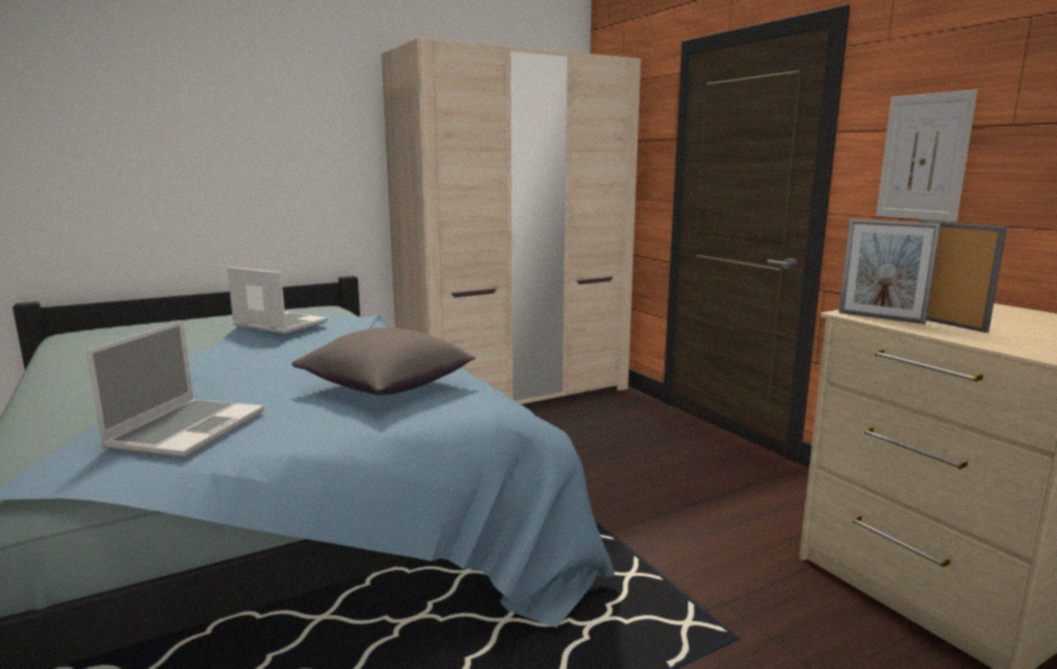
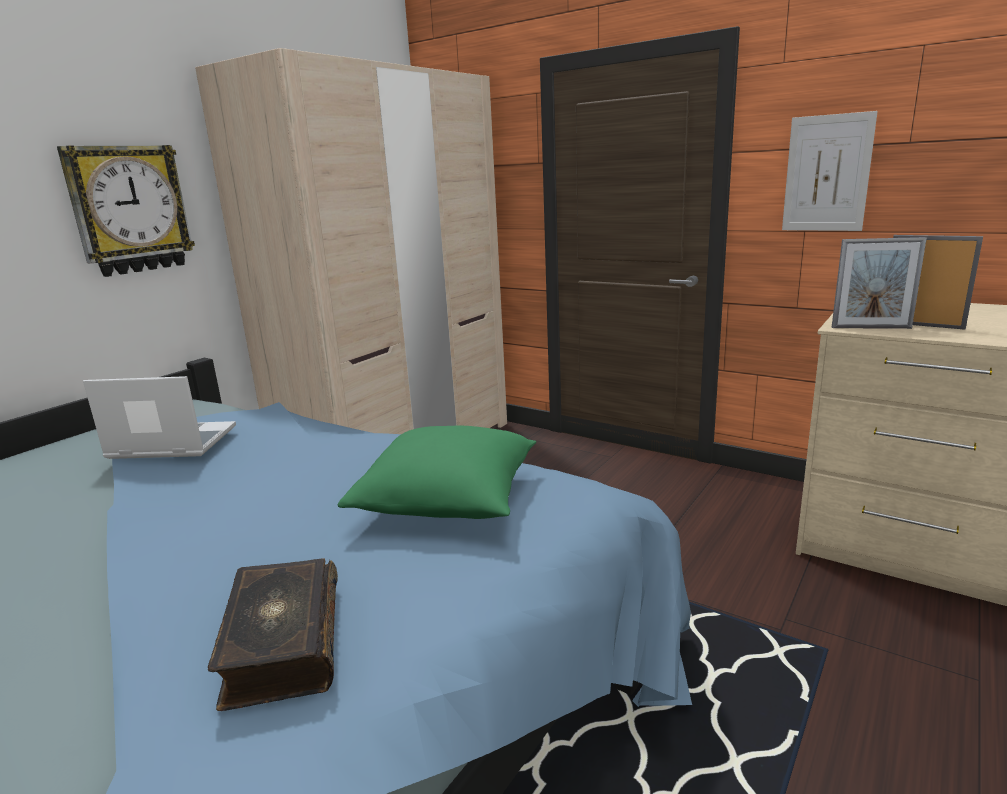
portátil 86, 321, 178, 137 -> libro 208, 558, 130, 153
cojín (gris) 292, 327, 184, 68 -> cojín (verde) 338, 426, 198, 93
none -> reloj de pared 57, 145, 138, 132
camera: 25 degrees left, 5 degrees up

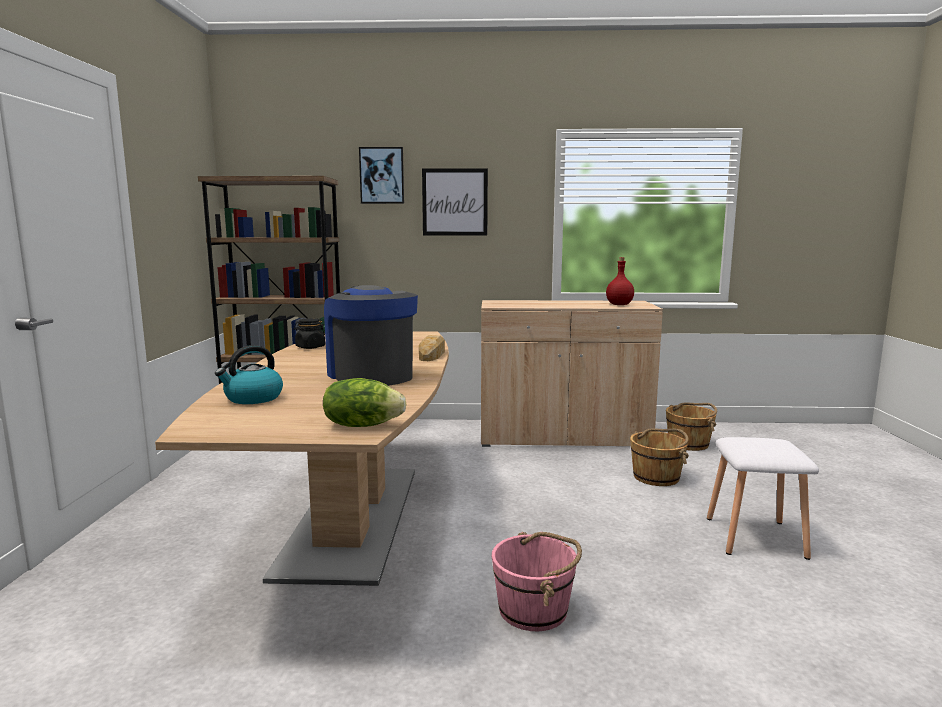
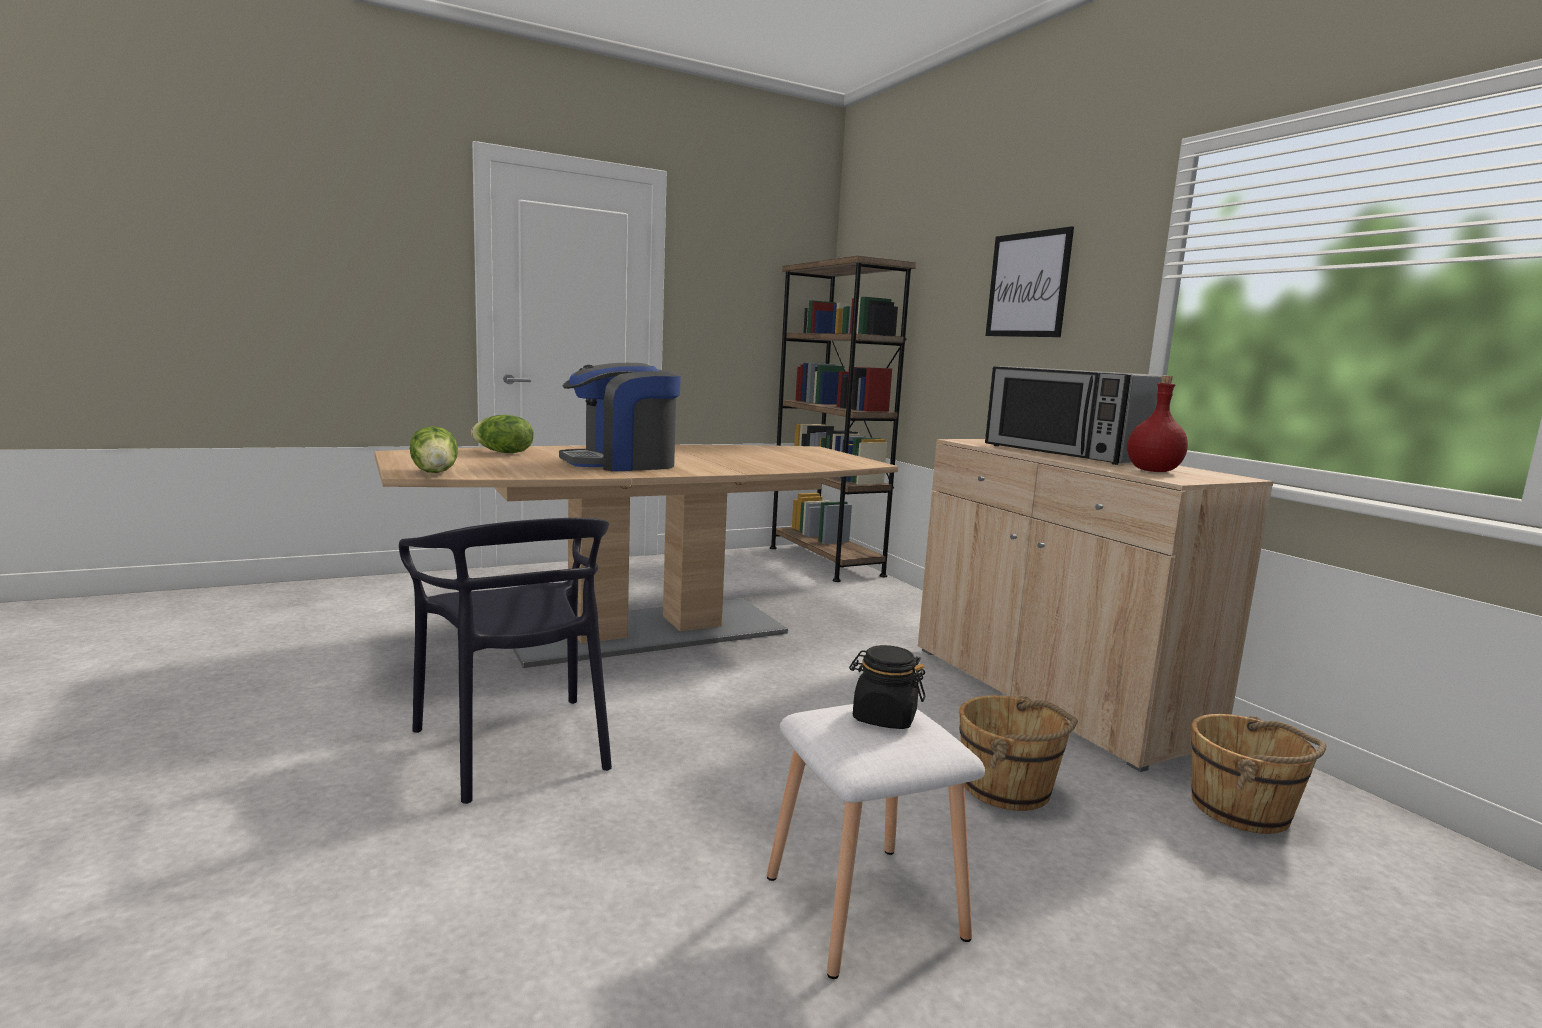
hervidor 215, 345, 68, 59 -> lechuga 471, 415, 63, 38
tarro (negro) 294, 318, 31, 31 -> tarro (negro) 849, 645, 76, 84, moved
cafetera 324, 285, 94, 101 -> cafetera 559, 363, 122, 108, 150 degrees counterclockwise
cuadro 359, 147, 45, 57 -> none
pan 419, 335, 26, 26 -> none
cubo (rosa) 492, 532, 90, 99 -> silla (negro) 399, 518, 213, 286
none -> microondas 985, 366, 183, 99
camera: 60 degrees right, 0 degrees up

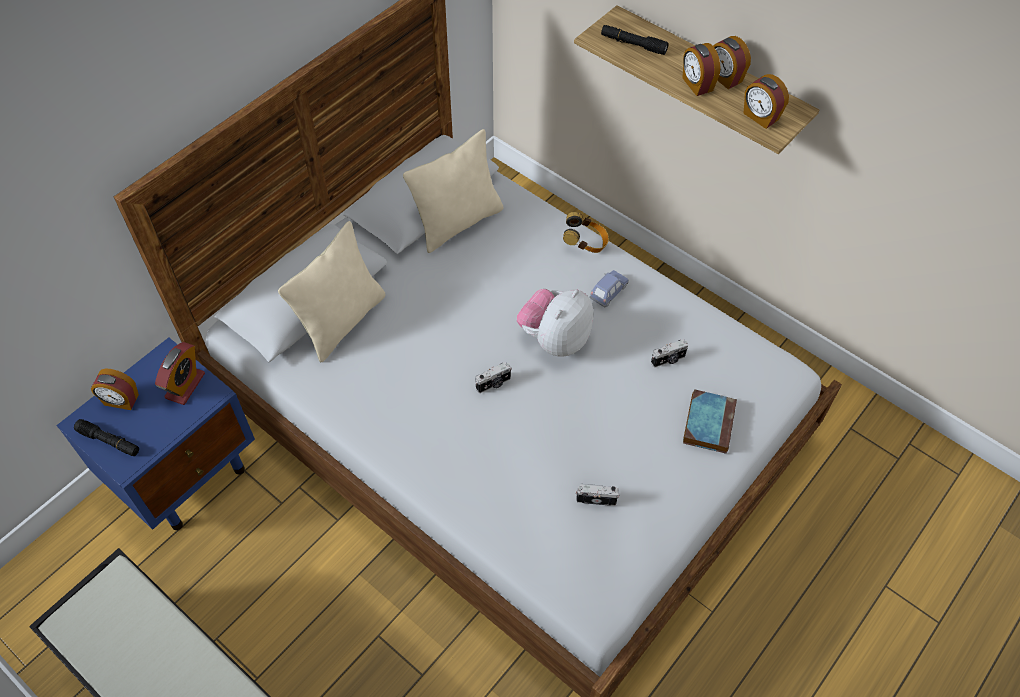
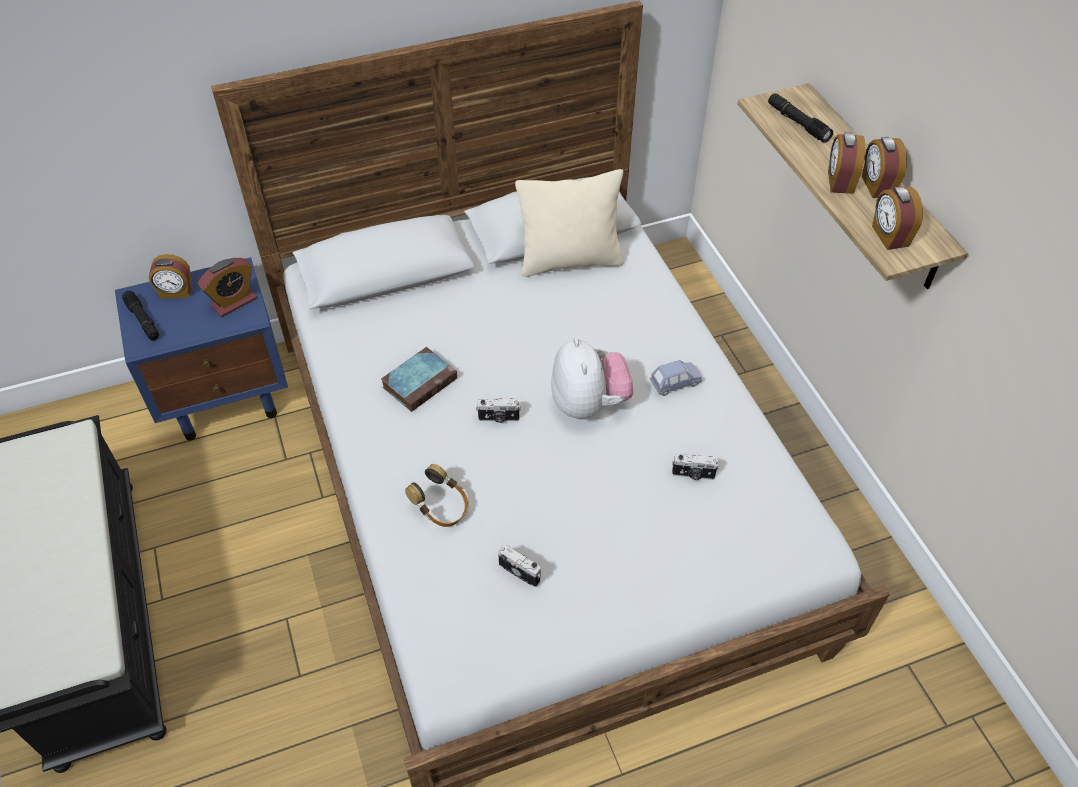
despertador 91, 369, 48, 41 -> despertador 149, 254, 43, 45, 45 degrees counterclockwise
cojín (beis) 278, 221, 108, 142 -> none
peluche 517, 289, 76, 68 -> peluche 551, 338, 82, 81, 105 degrees clockwise
auriculares 563, 212, 46, 41 -> auriculares 405, 464, 64, 63, moved
libro 683, 389, 54, 65 -> libro 381, 347, 76, 65, moved
camera: 30 degrees right, 5 degrees down

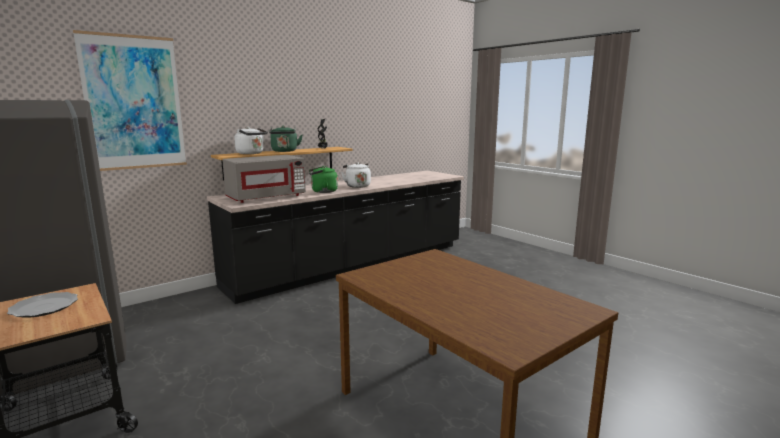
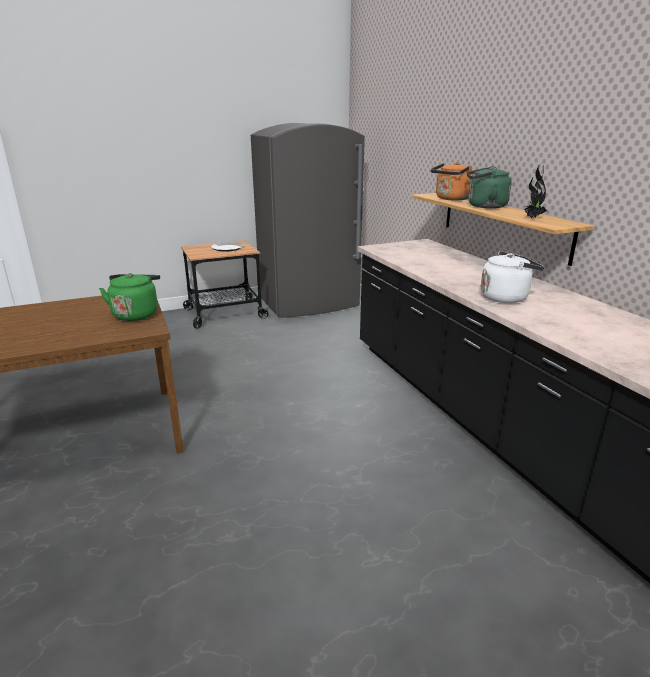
cuadro 73, 30, 114, 141 -> none
microondas (gris) 222, 155, 84, 48 -> none
hervidor (blanco) 234, 127, 34, 27 -> hervidor (naranja) 431, 162, 43, 39
hervidor (verde) 309, 166, 29, 27 -> hervidor (verde) 99, 273, 61, 48, moved
camera: 105 degrees right, 10 degrees up

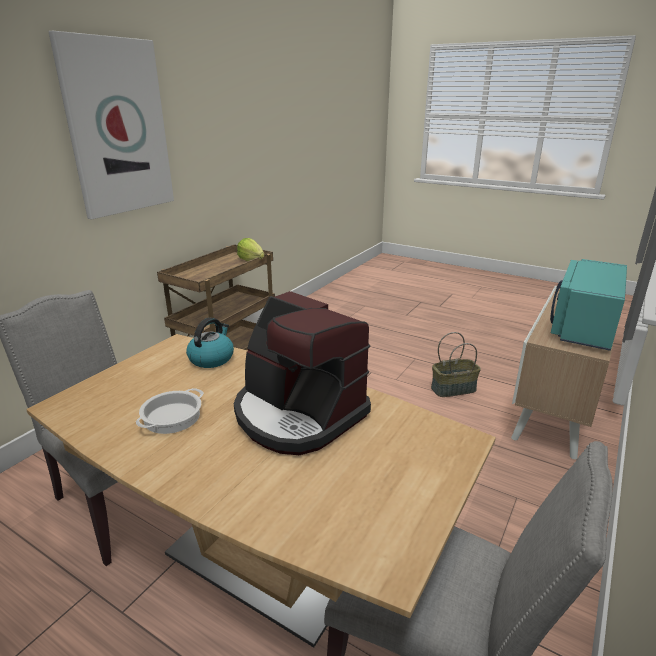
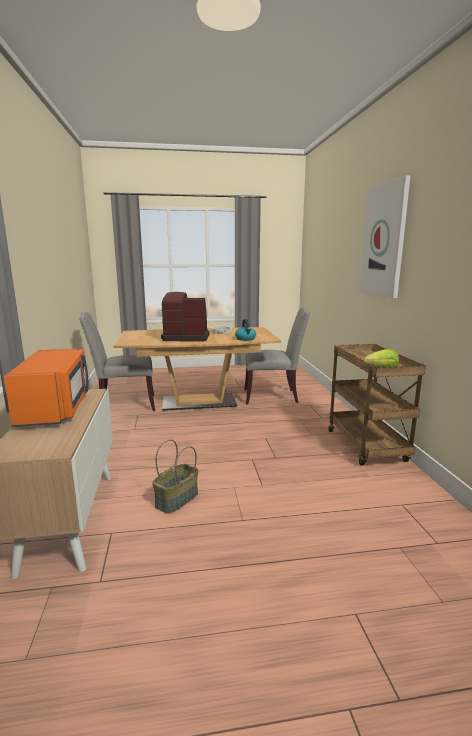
microondas (turquesa) 550, 259, 77, 92 -> microondas (naranja) 4, 348, 84, 79
camera: 140 degrees right, 10 degrees down

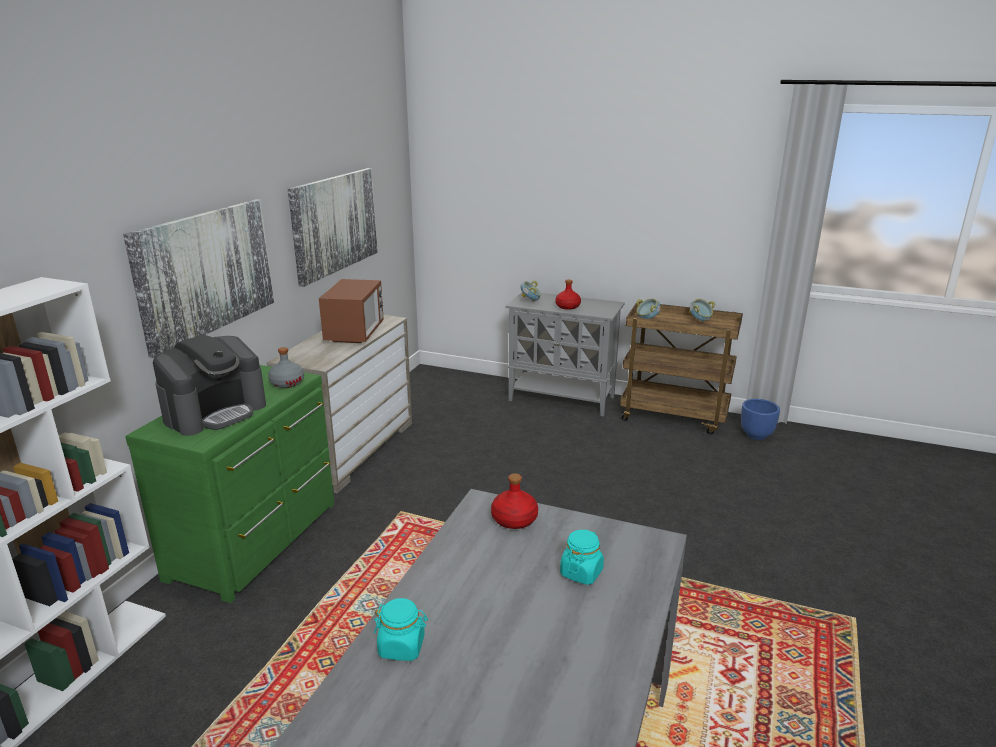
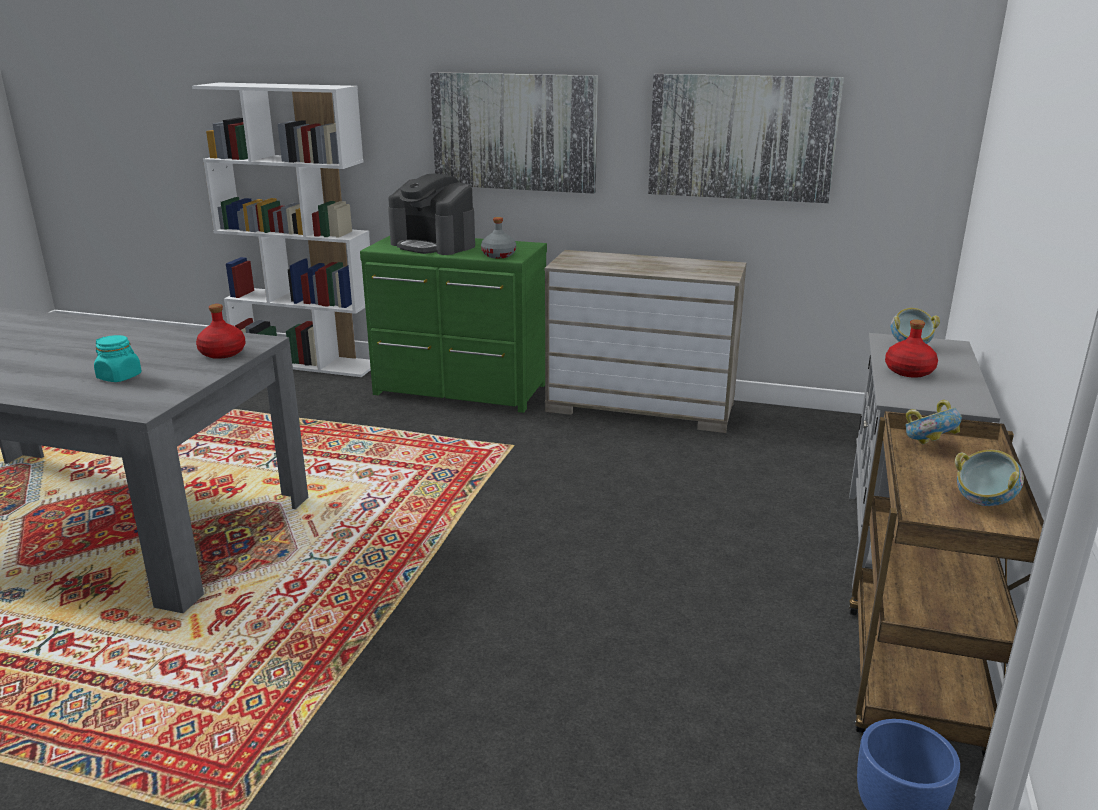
microondas 319, 279, 65, 64 -> none
tarro (turquesa) 374, 598, 54, 63 -> none
camera: 85 degrees right, 0 degrees up

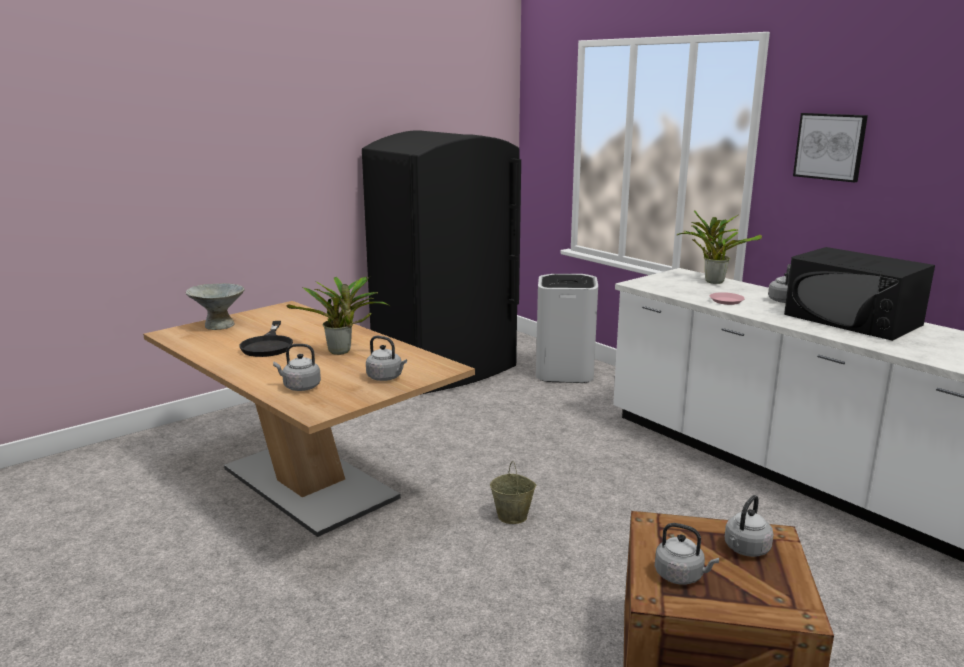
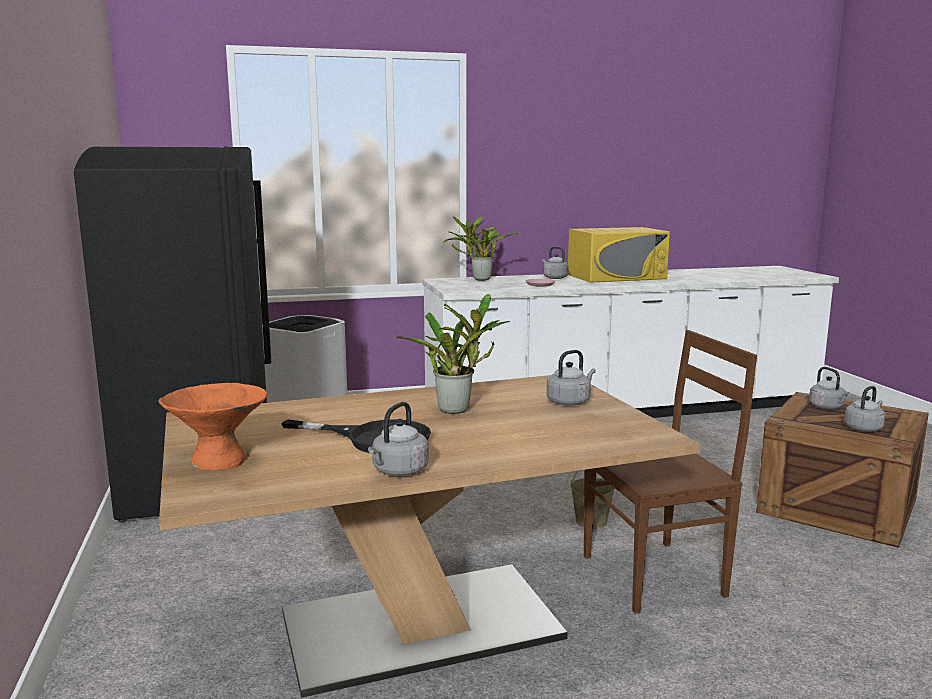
cuenco (gris) 186, 283, 58, 47 -> cuenco (naranja) 158, 383, 109, 87
hervidor (gris) 273, 344, 48, 47 -> hervidor (gris) 368, 402, 61, 74, moved
microondas (negro) 784, 247, 151, 94 -> microondas (amarillo) 568, 227, 102, 56
cuadro 793, 113, 75, 70 -> none
none -> silla (marrón) 584, 330, 173, 284
camera: 65 degrees left, 5 degrees down

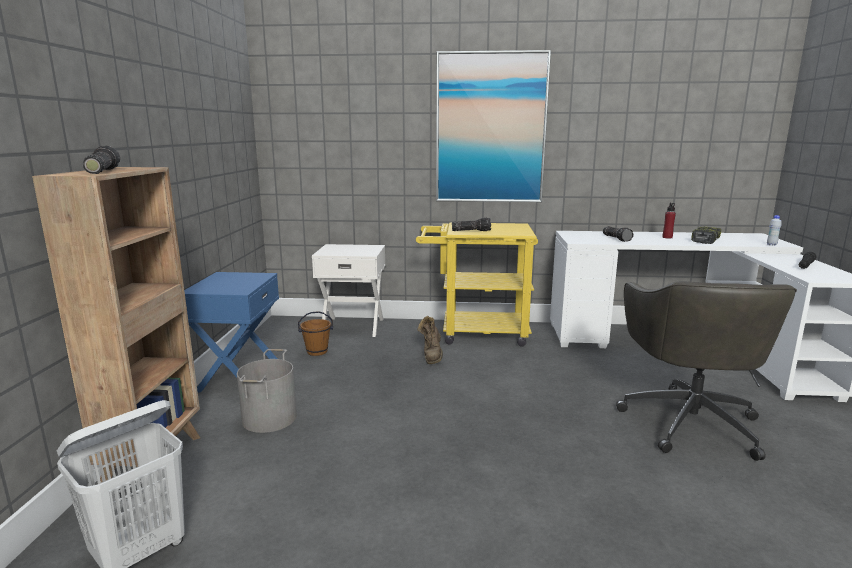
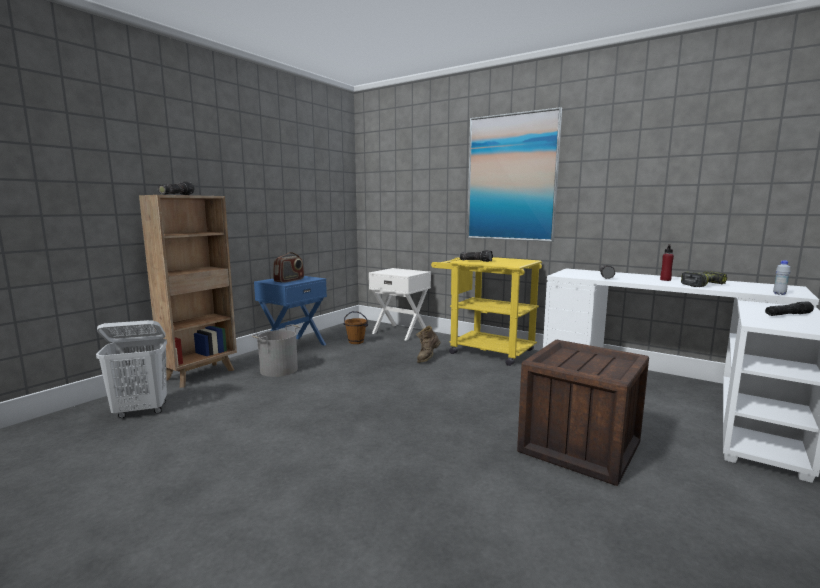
silla de oficina (gris) 616, 281, 181, 180 -> caja de embalaje 517, 340, 132, 146
none -> radio 273, 252, 31, 31
camera: 30 degrees right, 5 degrees down

